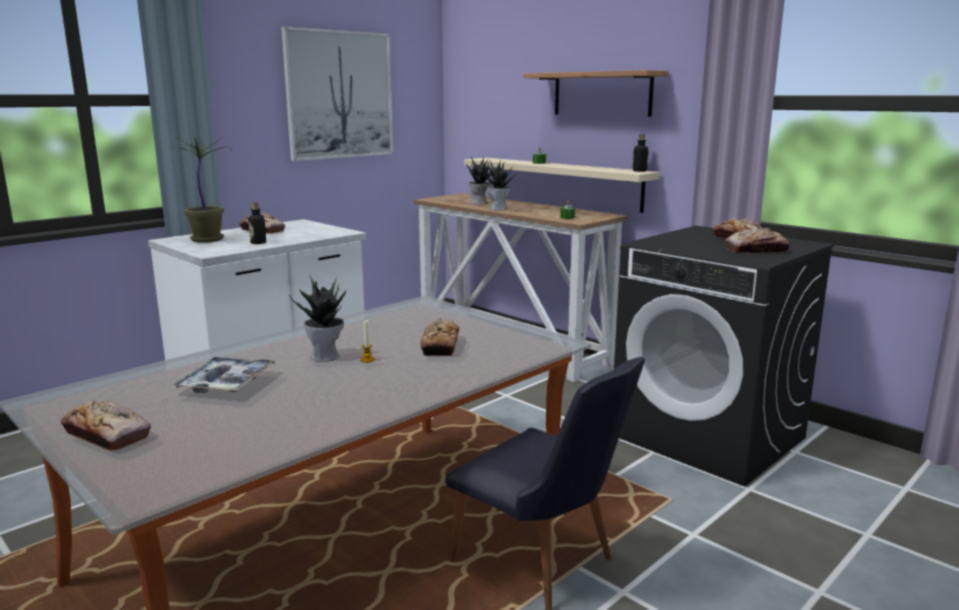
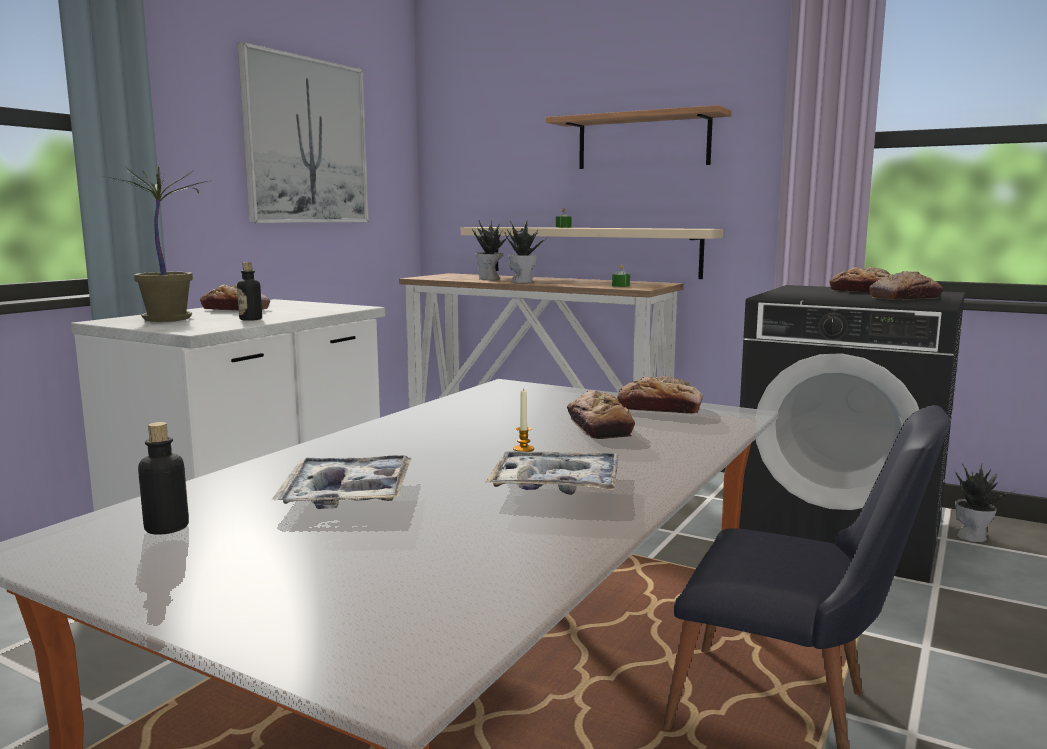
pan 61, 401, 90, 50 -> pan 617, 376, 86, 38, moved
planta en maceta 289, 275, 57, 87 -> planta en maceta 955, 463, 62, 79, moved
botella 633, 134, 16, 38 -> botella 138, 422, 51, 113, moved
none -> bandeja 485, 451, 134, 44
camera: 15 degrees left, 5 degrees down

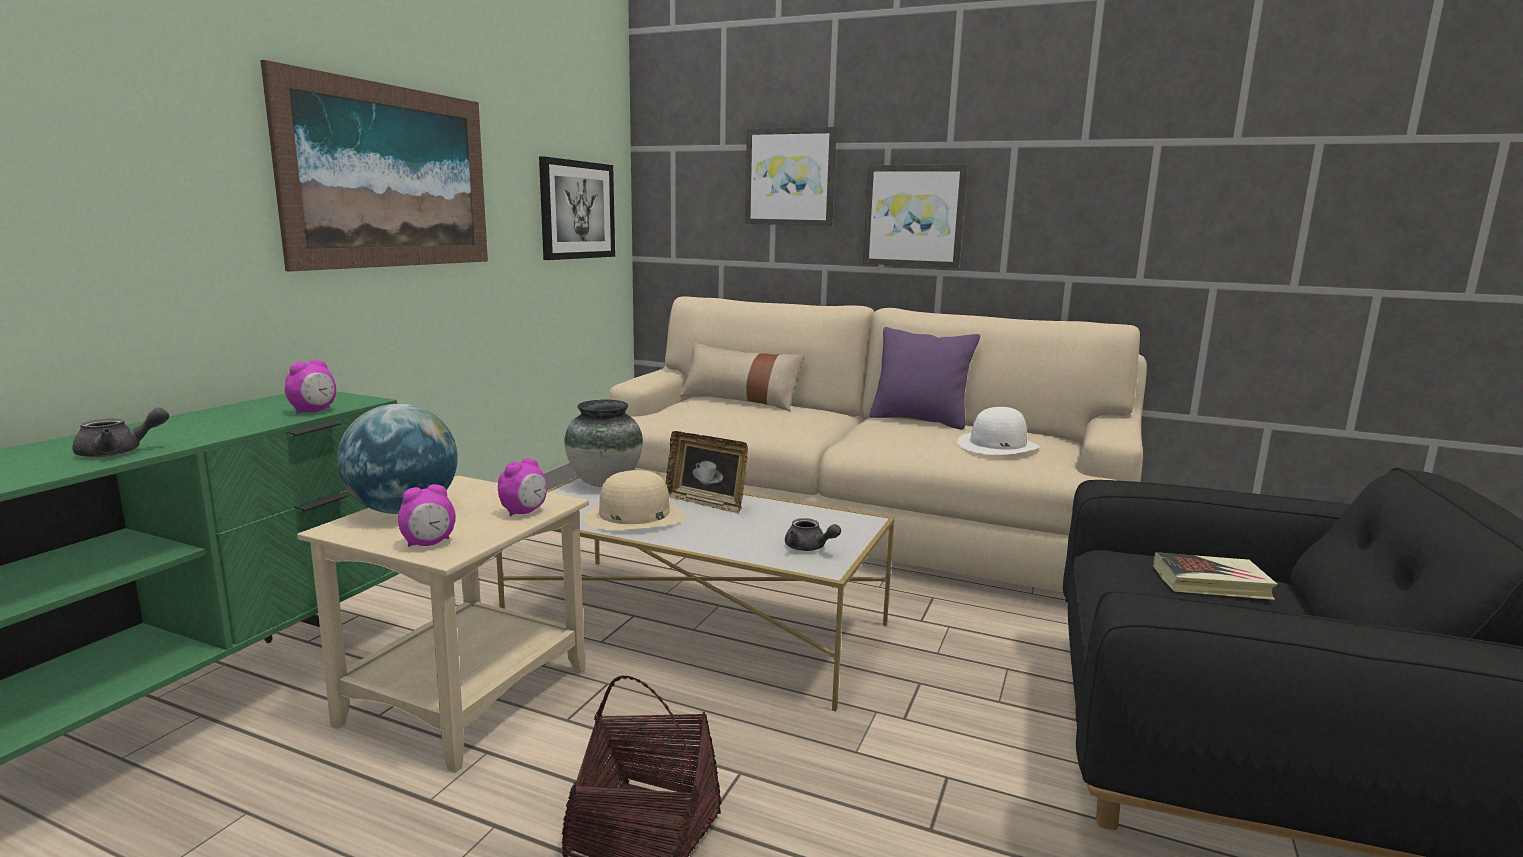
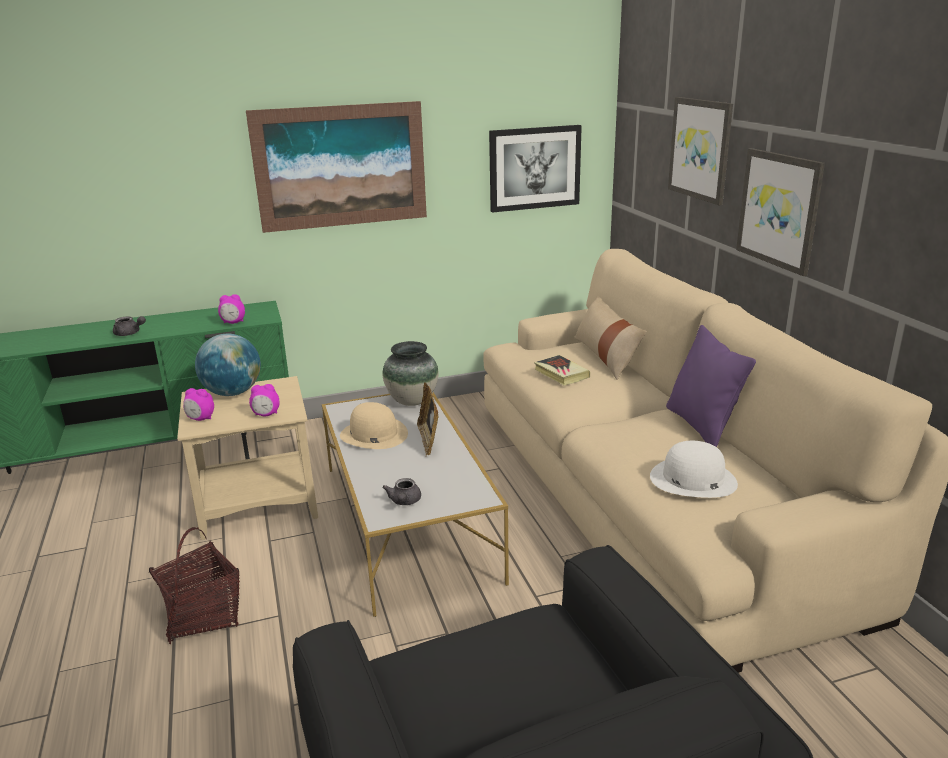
libro 1153, 552, 124, 48 -> libro 534, 355, 56, 30, moved
camera: 50 degrees right, 10 degrees up

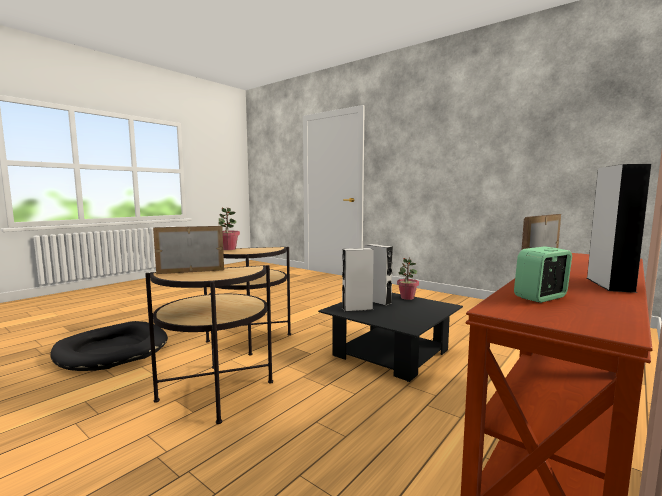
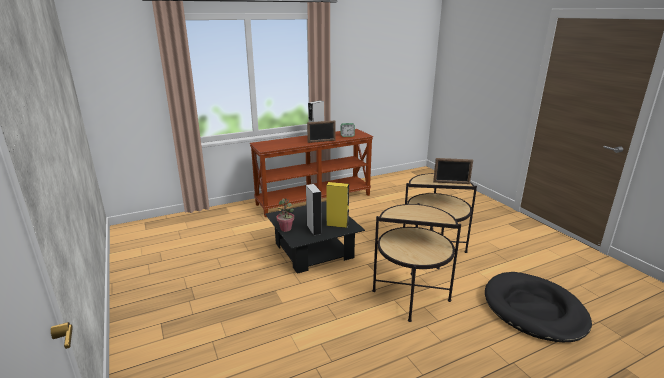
planta en maceta 218, 207, 22, 43 -> none
altavoz (gris) 342, 248, 32, 64 -> altavoz (amarillo) 326, 182, 23, 46
camera: 155 degrees left, 15 degrees up

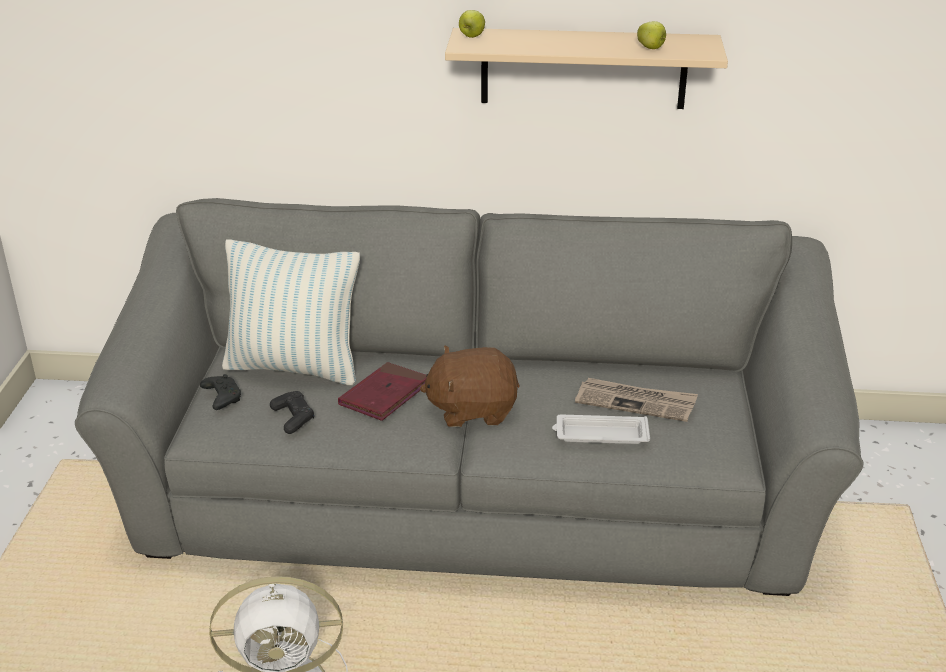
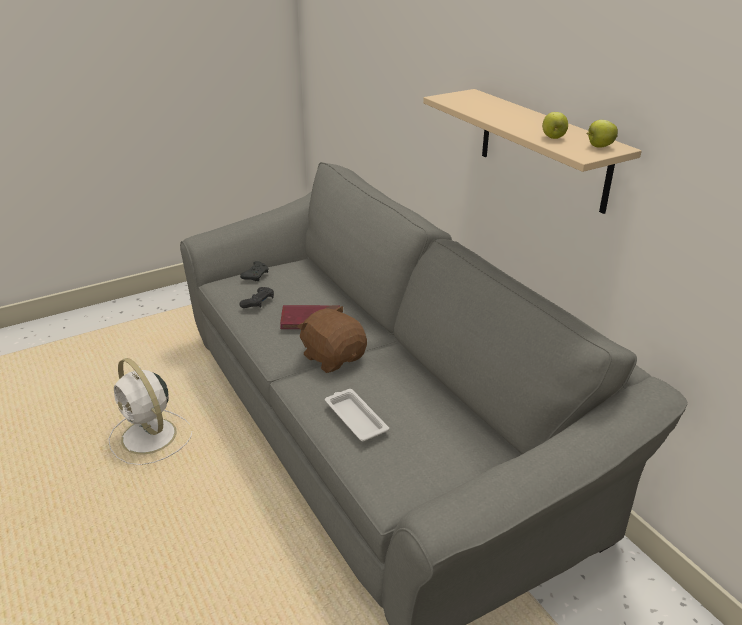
cojín 222, 239, 138, 146 -> none
manzana 459, 10, 26, 28 -> manzana 587, 120, 31, 28, moved
periódico 575, 378, 123, 44 -> none
camera: 55 degrees right, 0 degrees up

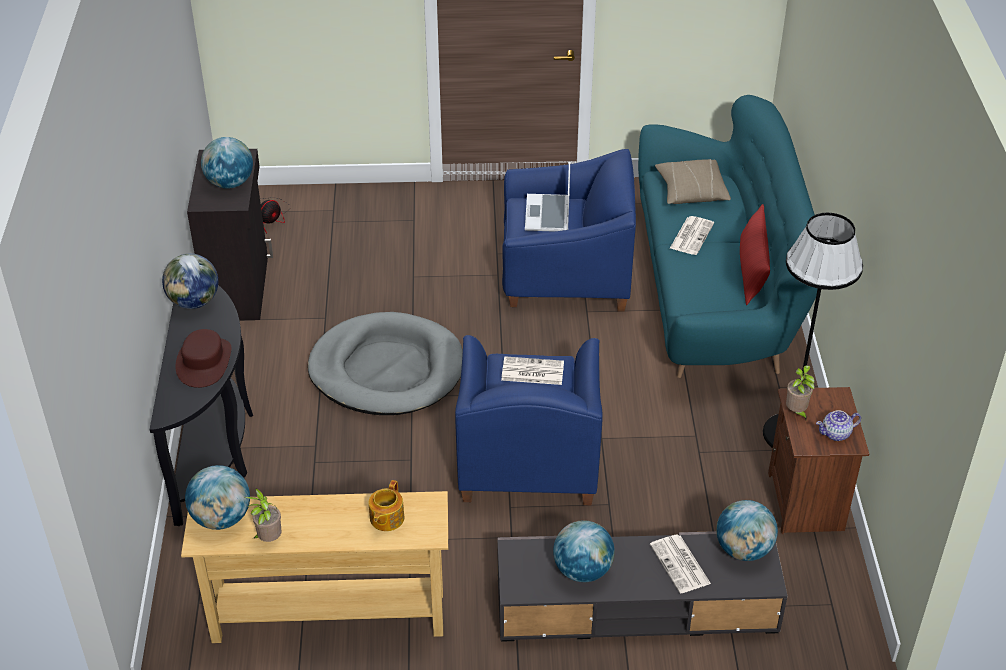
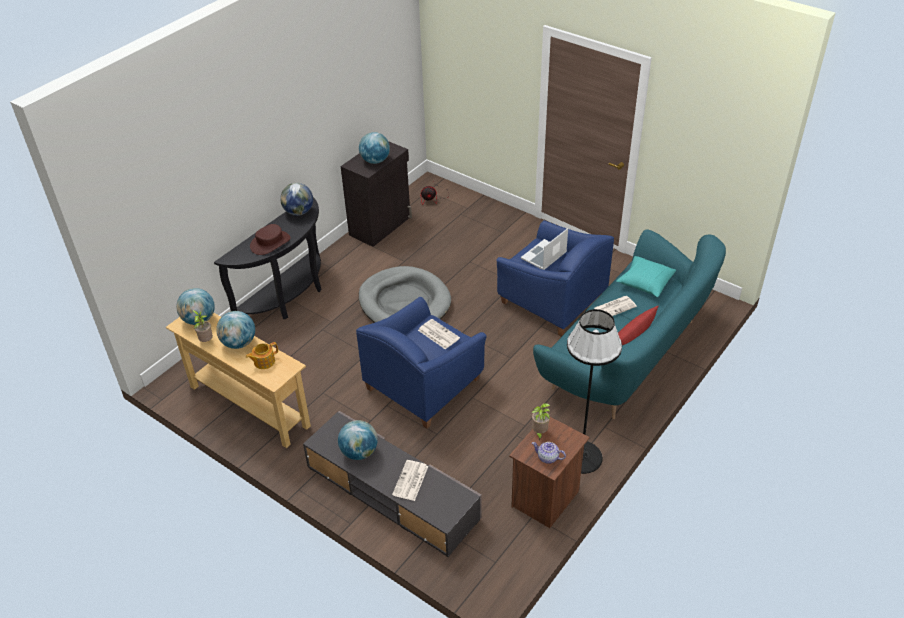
cojín (beis) 655, 159, 76, 45 -> cojín (turquesa) 616, 256, 60, 41
globo terráqueo 716, 500, 62, 61 -> globo terráqueo 216, 311, 39, 38, moved
camera: 40 degrees right, 0 degrees up

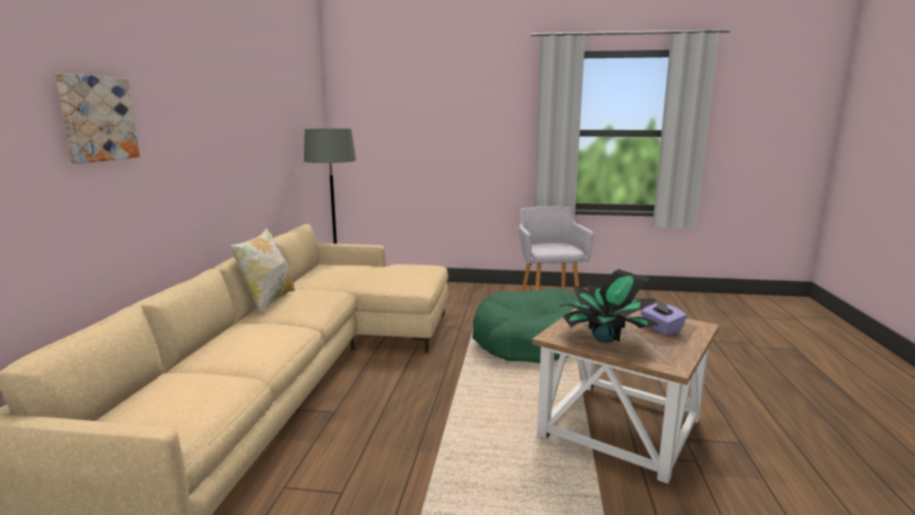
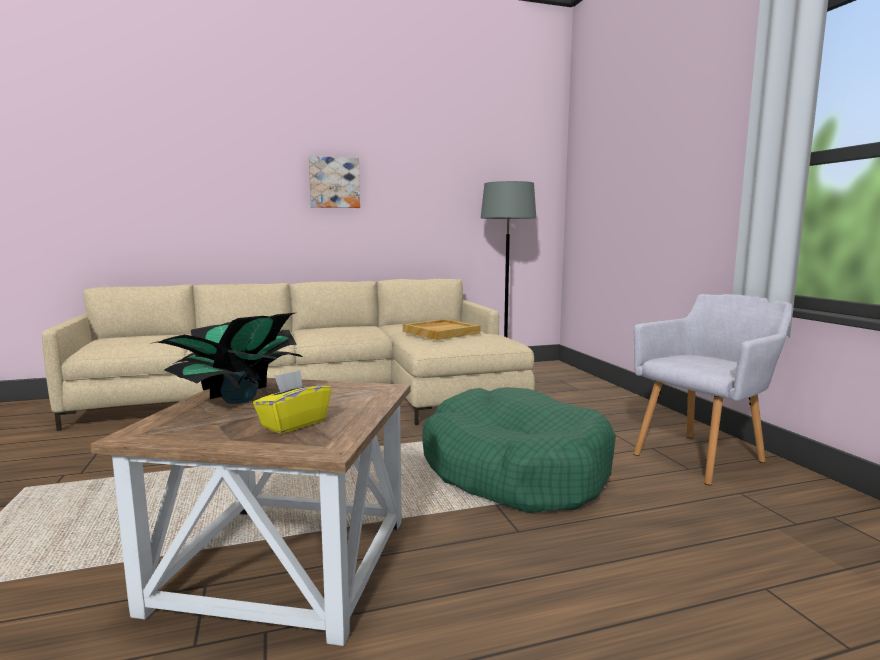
cuadro 55, 73, 85, 90 -> cuadro 309, 156, 51, 52, moved
cojín 230, 228, 65, 87 -> none
caja de pañuelos (morado) 641, 299, 46, 37 -> caja de pañuelos (amarillo) 253, 370, 78, 64
none -> bandeja (beis) 403, 319, 78, 21
camera: 65 degrees right, 5 degrees down

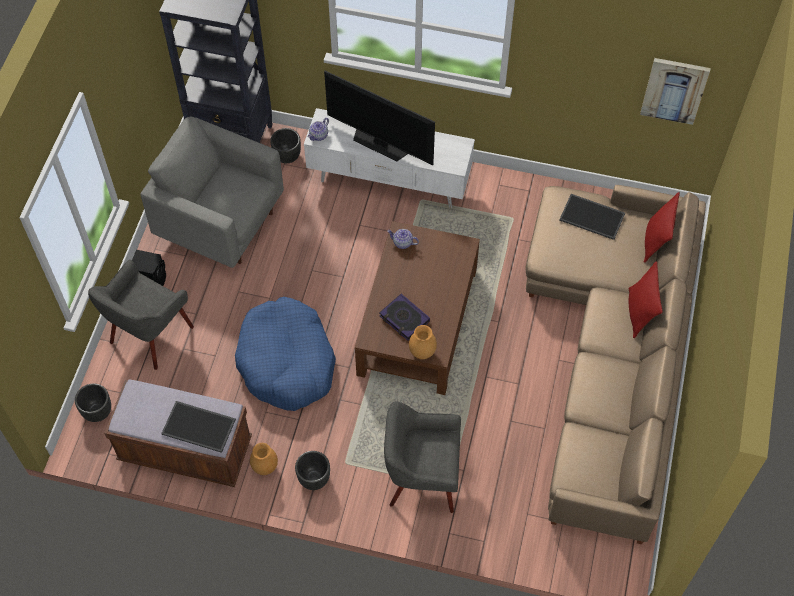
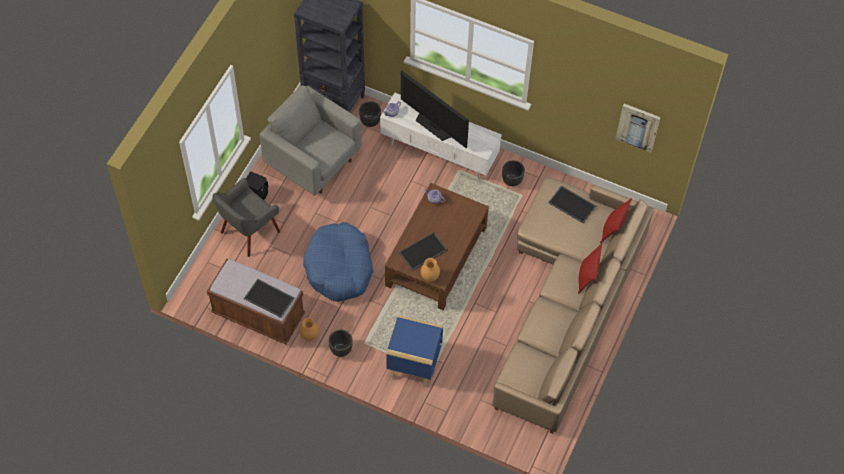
maceta (negro) 75, 384, 36, 38 -> maceta (negro) 502, 160, 23, 26, moved
libro 379, 294, 51, 47 -> bandeja 398, 232, 50, 39
sillón (gris) 384, 401, 77, 112 -> mesa auxiliar (azul) 386, 315, 57, 72
camera: 10 degrees right, 0 degrees up

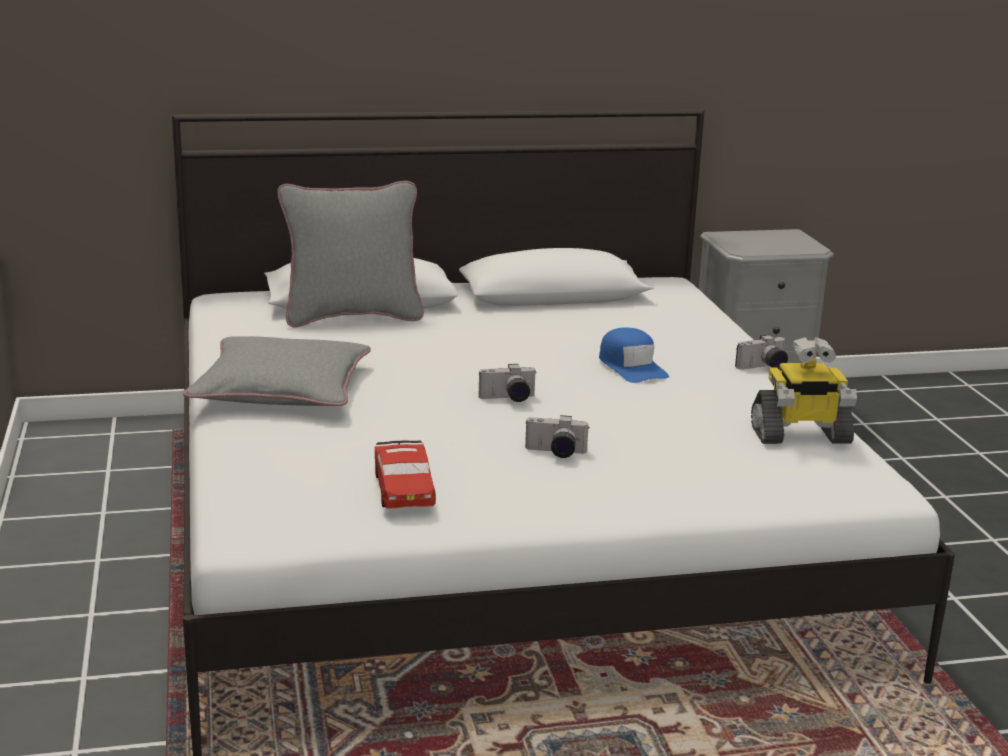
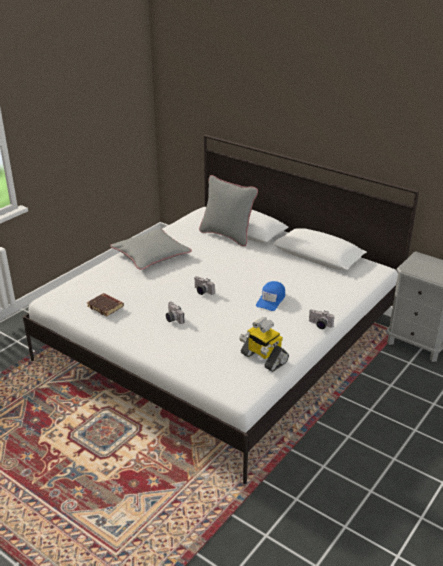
coche de juguete (rojo) 375, 440, 61, 69 -> libro (marrón) 87, 293, 37, 24
camera: 50 degrees right, 10 degrees up

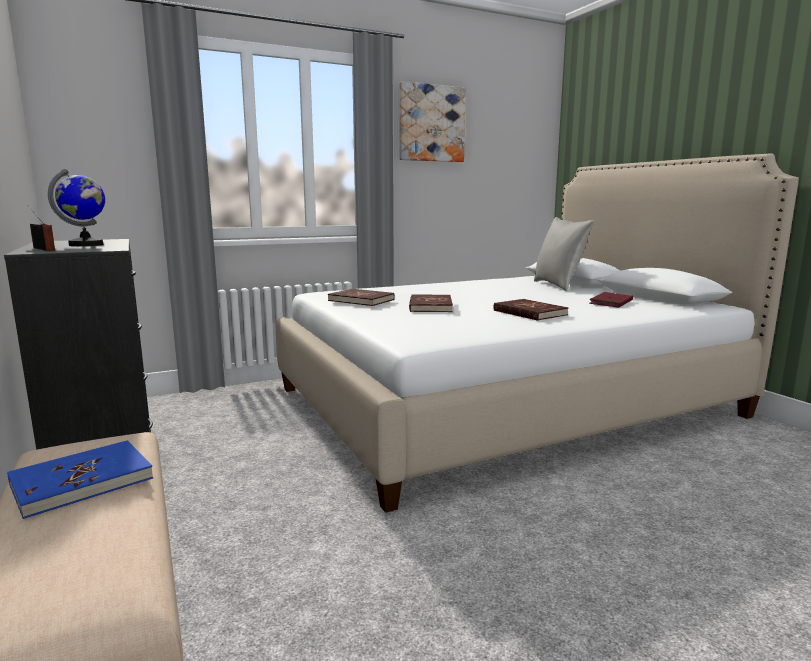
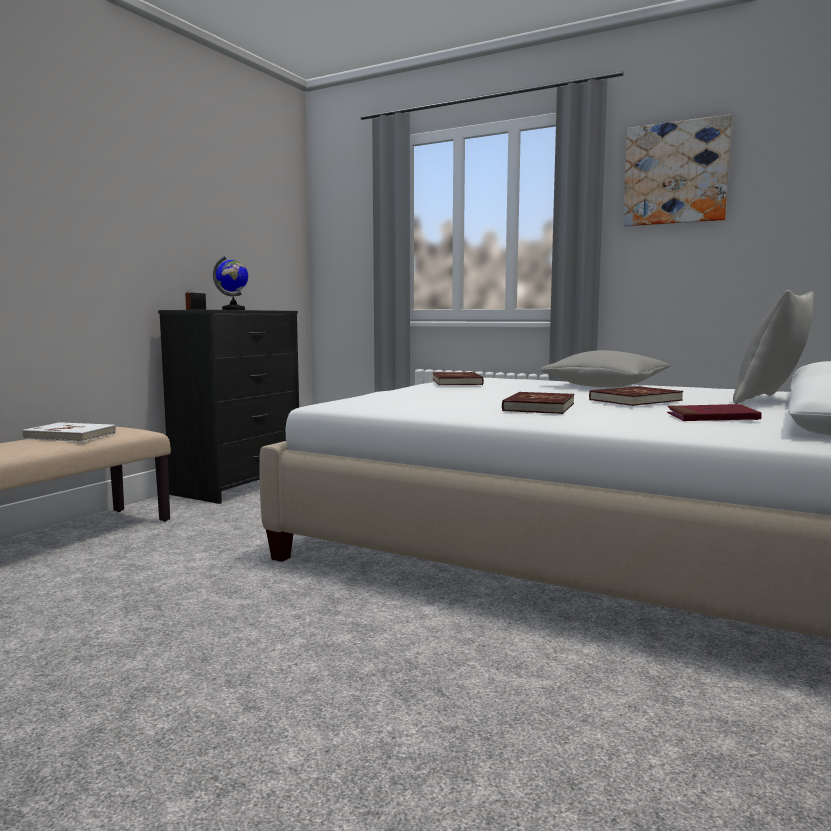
libro (azul) 7, 440, 146, 79 -> libro (blanco) 22, 422, 94, 20
libro (rojo) 409, 294, 44, 18 -> libro (rojo) 589, 386, 94, 20, moved
none -> cojín (gris) 541, 350, 130, 38
camera: 55 degrees right, 5 degrees down

